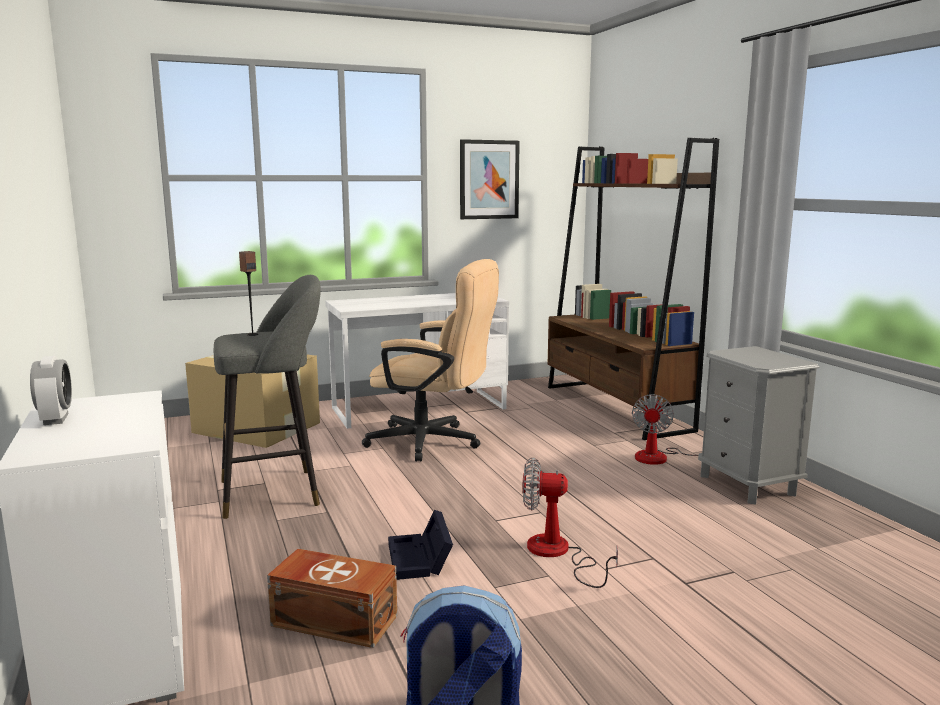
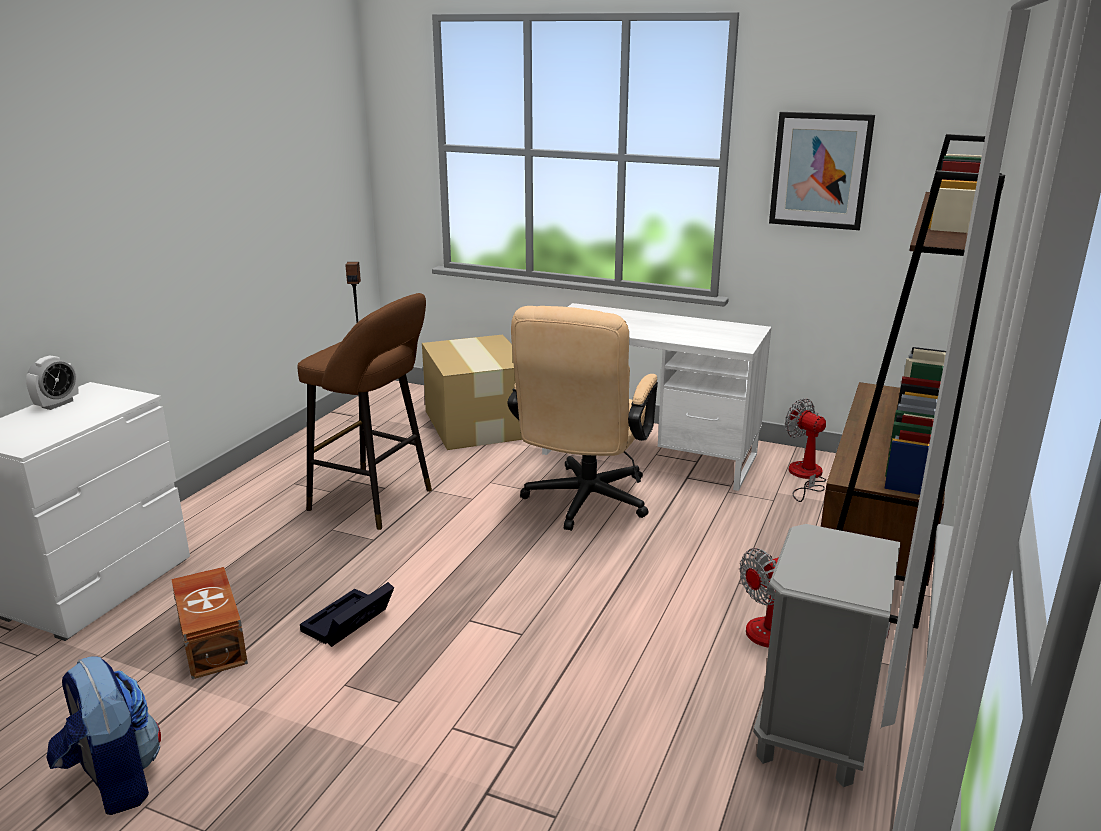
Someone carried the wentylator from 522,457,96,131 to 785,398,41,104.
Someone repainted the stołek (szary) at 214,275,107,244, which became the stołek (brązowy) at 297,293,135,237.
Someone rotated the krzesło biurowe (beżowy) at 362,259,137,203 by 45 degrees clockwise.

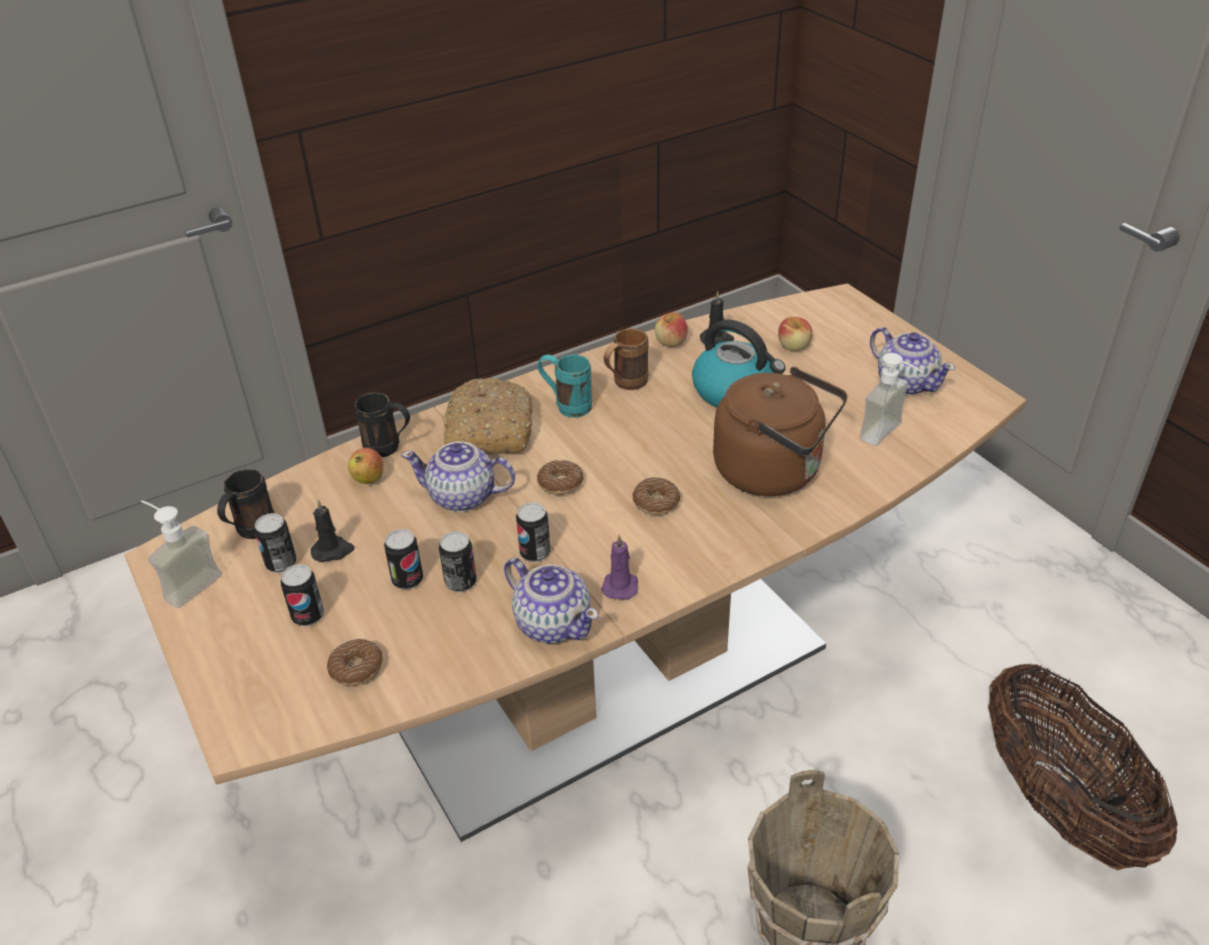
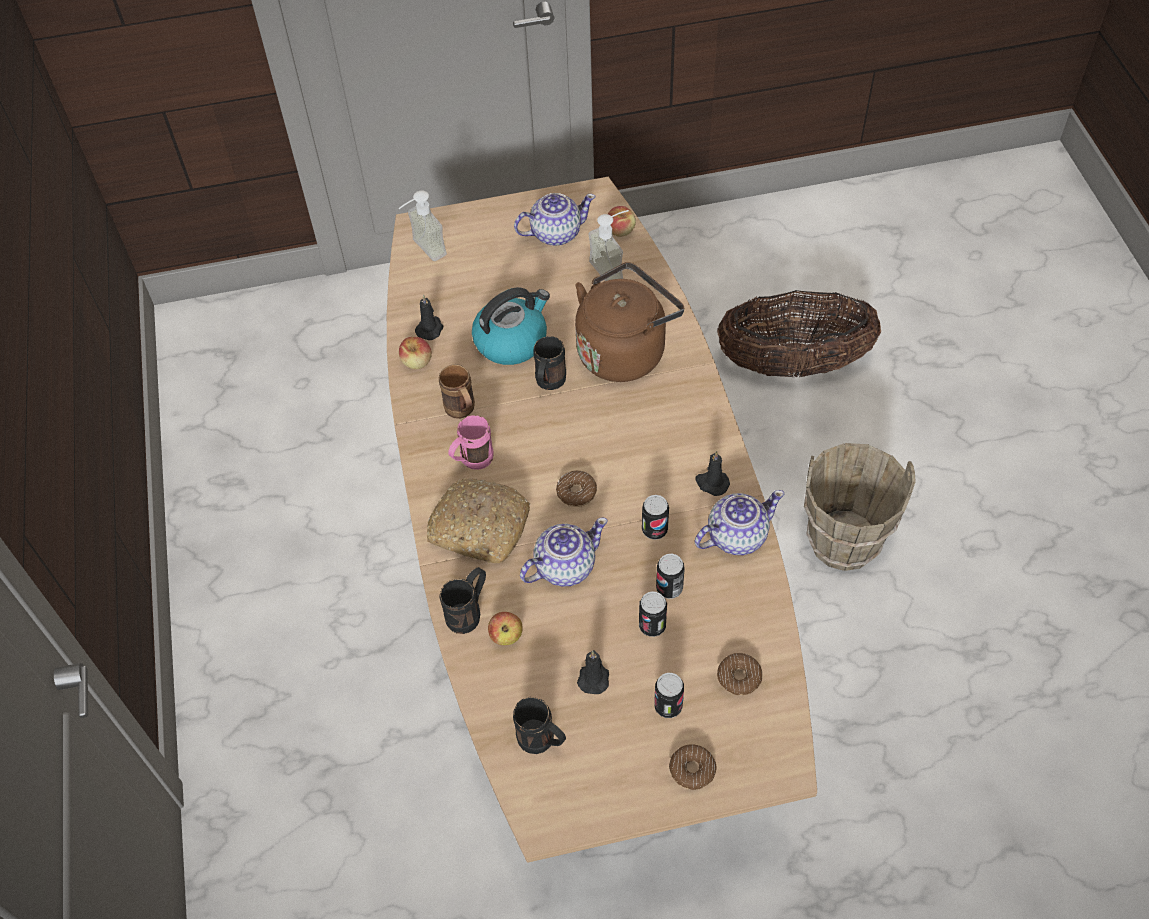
Someone took away the puszka at 254,513,42,60.
Someone put down the kubek (czarny) at 533,336,33,54.
Someone carried the dozownik mydła from 141,500,81,108 to 399,191,48,70.
Someone carried the donut from 633,477,47,38 to 669,745,48,45.
Someone carried the jabłko from 778,317,35,34 to 608,206,28,31.
Someone repainted the kubek (turkusowy) at 537,354,55,64, which became the kubek (różowy) at 448,415,46,55.
Someone repainted the świeca (fioletowy) at 601,534,37,66, which became the świeca (czarny) at 695,451,35,45.
Someone rotated the imbryk at 401,442,114,70 by 150 degrees counterclockwise.

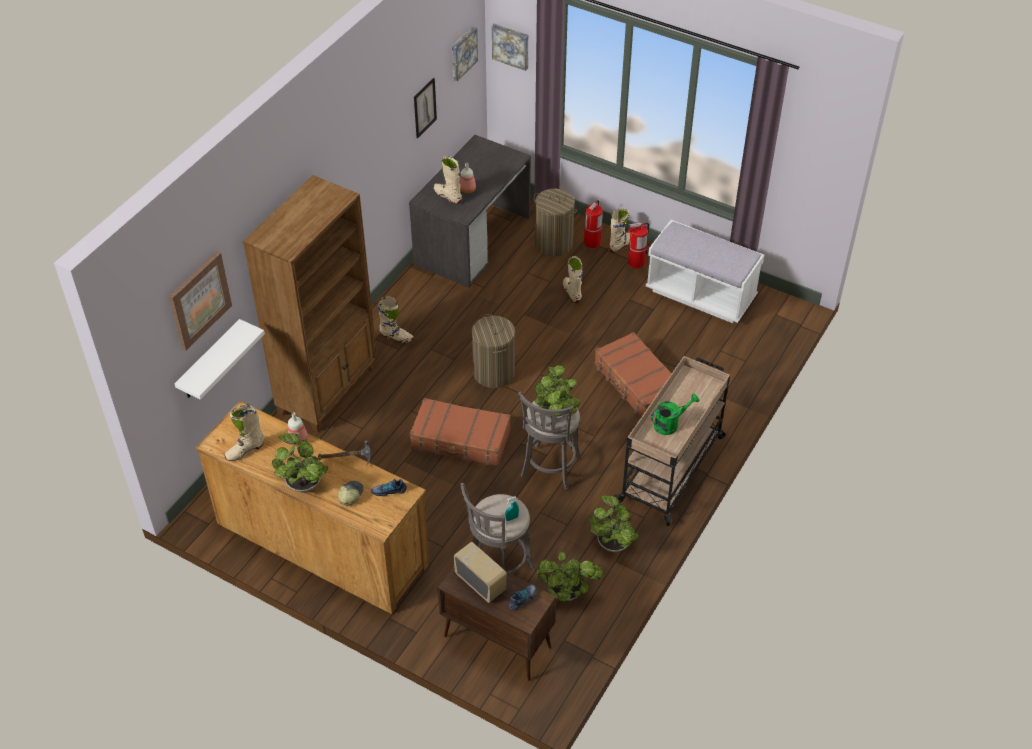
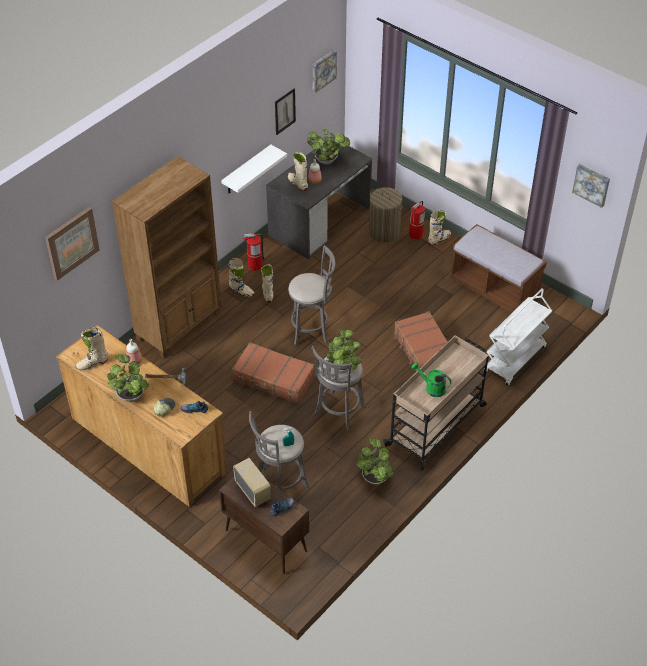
Someone put down the wózek (biały) at 484,288,68,98.
Someone carried the półka (biały) from 175,319,90,81 to 221,145,66,48.
Someone carried the obraz from 492,23,36,48 to 572,164,38,44.
Someone carried the roślina doniczkowa from 537,552,66,50 to 307,129,43,35.
Someone carried the but z cholewką (beżowy) from 563,256,20,47 to 261,264,12,39.
Someone carried the gaśnica from 627,223,22,46 to 243,234,22,37.
Someone swapped the kosz na pranie at 472,314,43,74 for the stołek (szary) at 288,245,47,100.
Someone repainted the ławka (biały) at 645,220,119,103, which became the ławka (brązowy) at 450,224,97,89.
Someone rotated the konewka (zielony) at 651,393,48,42 by 135 degrees counterclockwise.

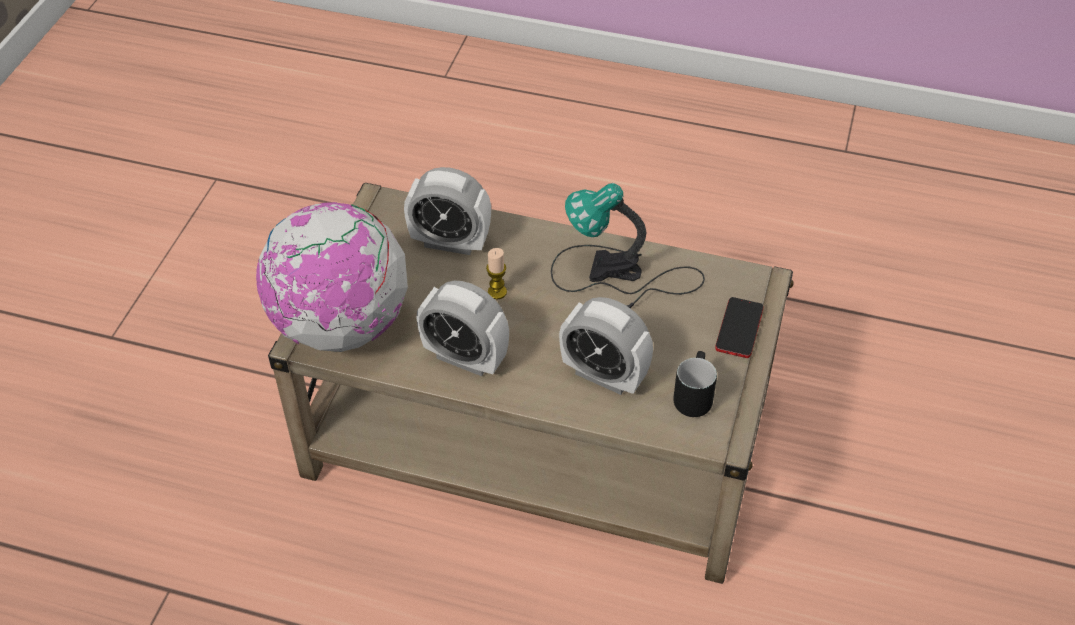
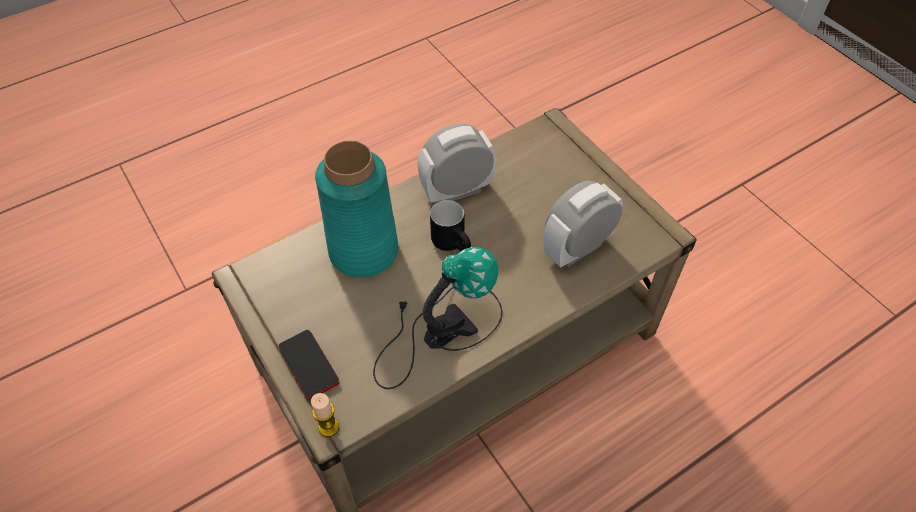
Someone took away the globus at 256,202,152,150.
Someone carried the świeca from 486,248,21,51 to 311,393,28,44.
Someone carried the kubek (czarny) from 673,351,44,66 to 430,200,41,51.
Someone swapped the budzik at 559,297,94,98 for the wazon (turkusowy) at 315,141,83,137.

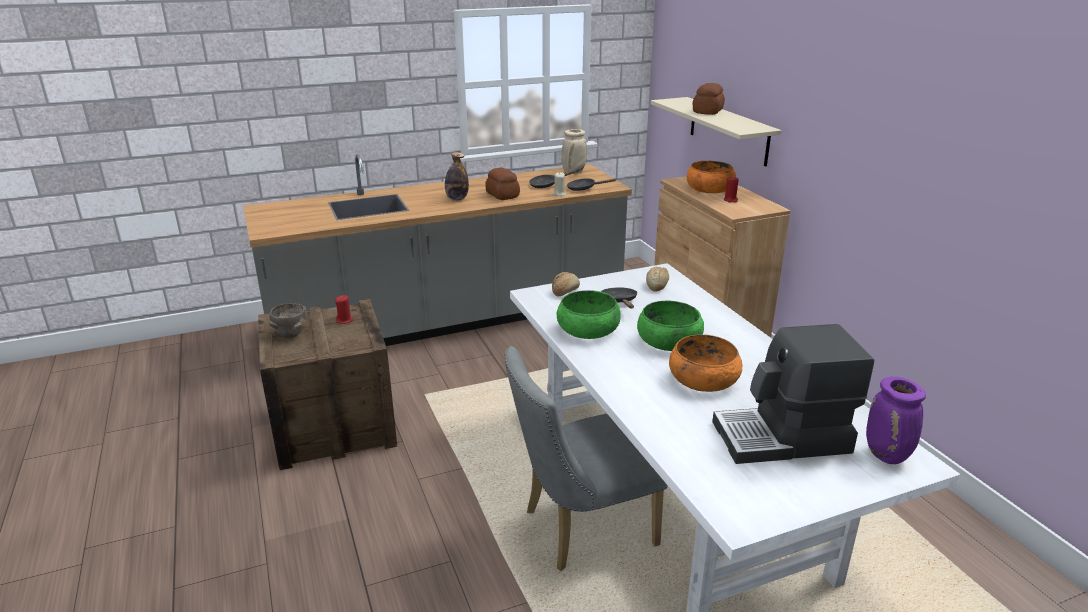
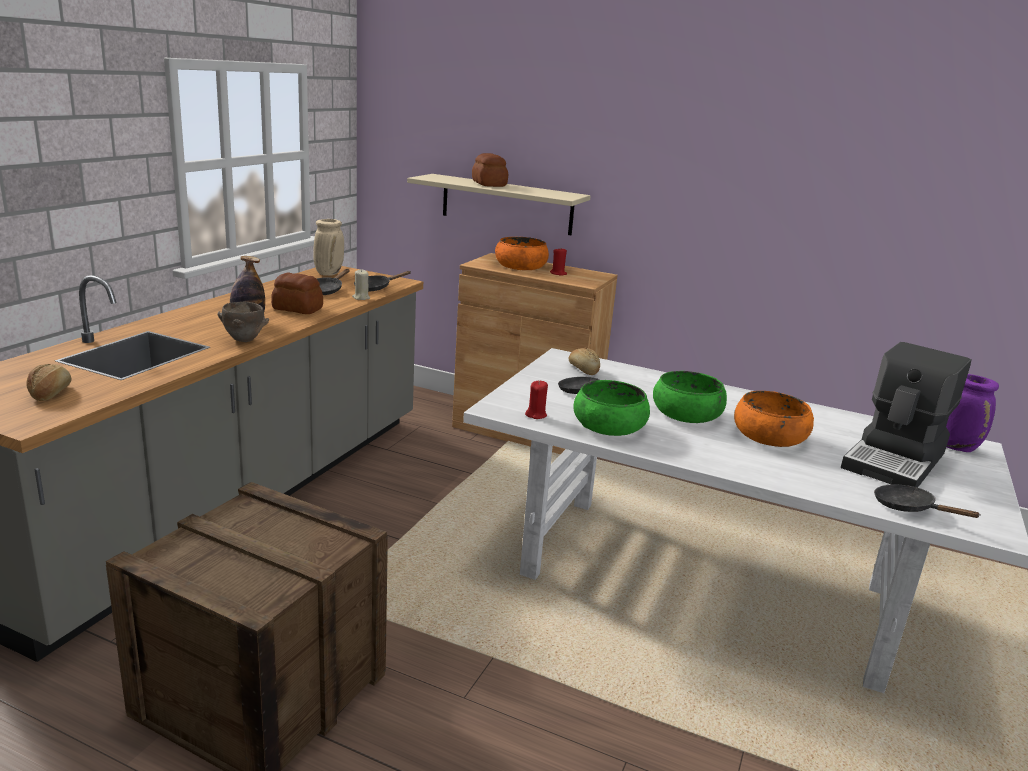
Someone took away the krzesło (szary) at 505,346,163,225.
Someone put down the patelnia (czarny) at 874,484,107,34.
Someone carried the miska (brązowy) from 269,303,37,35 to 218,301,51,41.
Someone carried the świeca (czerwony) from 335,295,18,29 to 525,380,23,39.
Someone carried the chleb from 552,272,28,24 to 27,364,44,37.

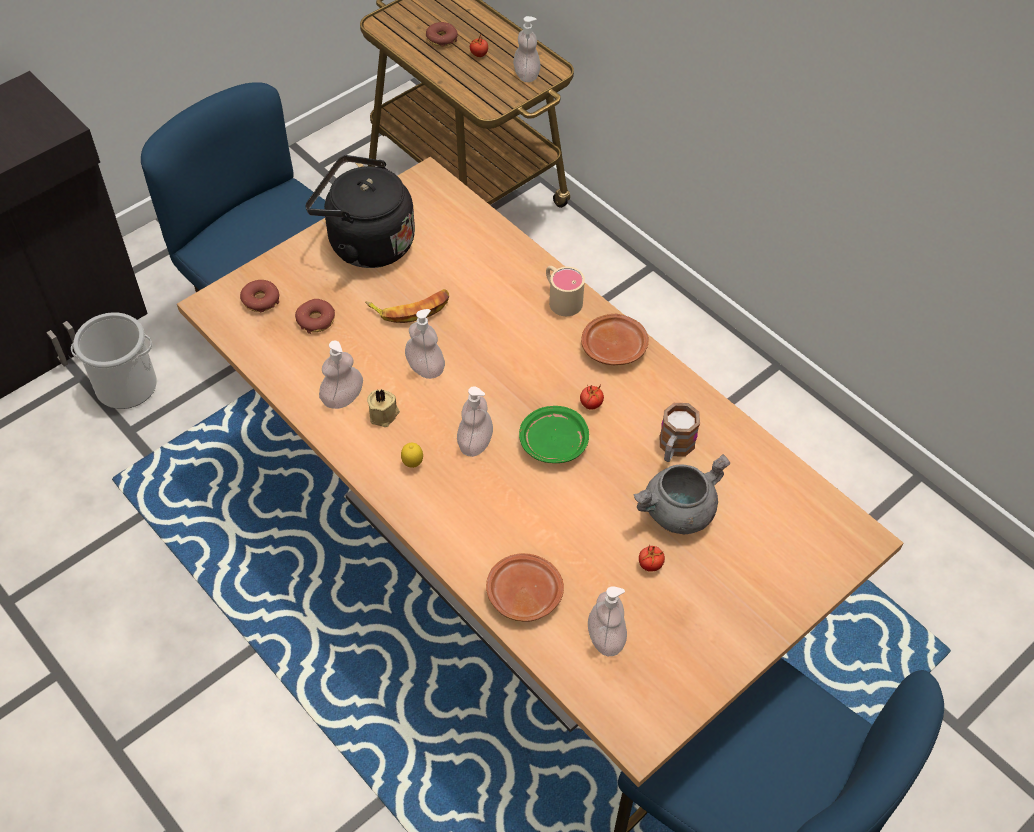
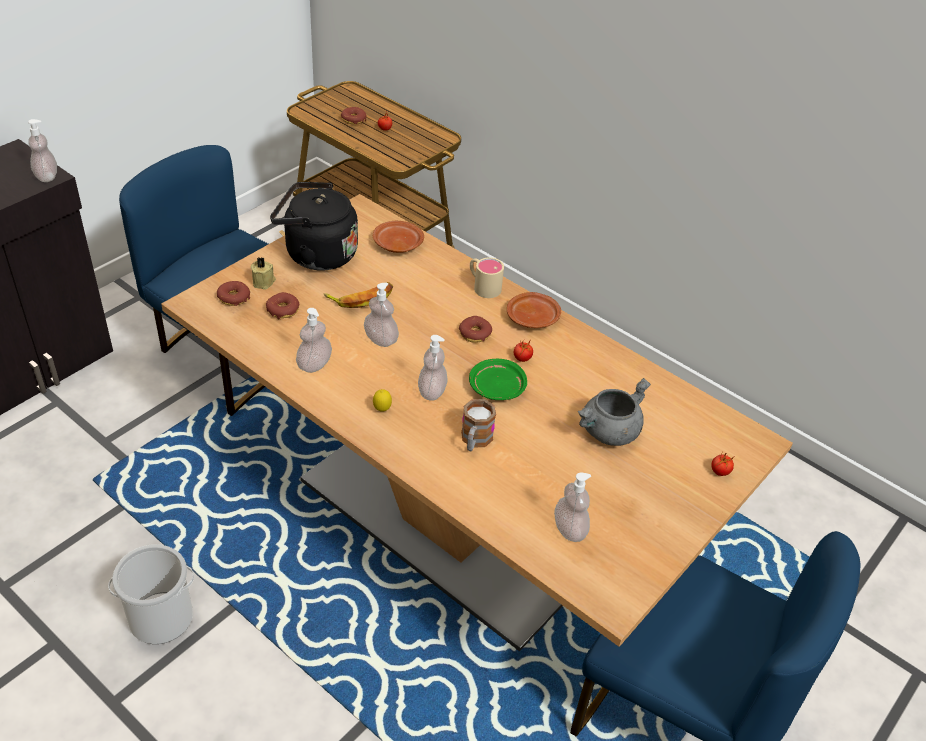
Someone put down the donut at 459,316,33,27.
Someone carried the wiadro from 71,312,86,97 to 108,544,86,100.
Someone carried the świeca (beżowy) from 367,389,33,38 to 251,257,25,32.
Someone carried the talerz (brązowy) from 486,553,78,69 to 373,221,51,32.
Someone carried the dozownik mydła from 513,16,28,66 to 28,119,29,63.
Someone carried the pomidor from 639,545,26,27 to 711,451,23,25.
Someone carried the kubek from 659,403,41,59 to 461,399,35,52.

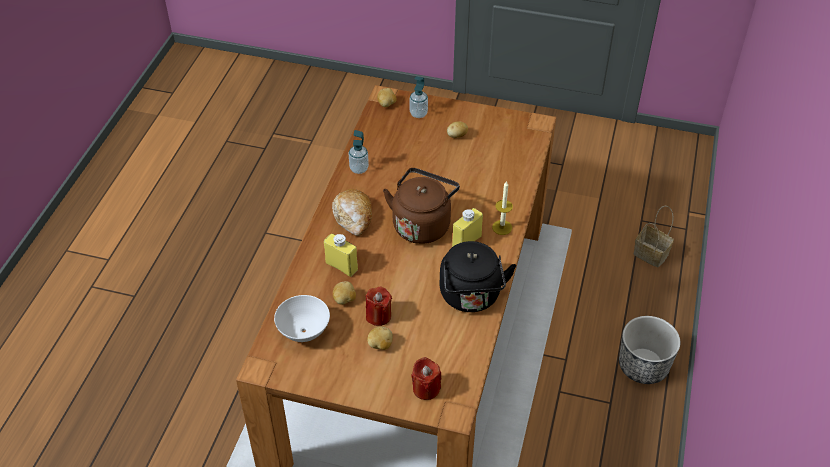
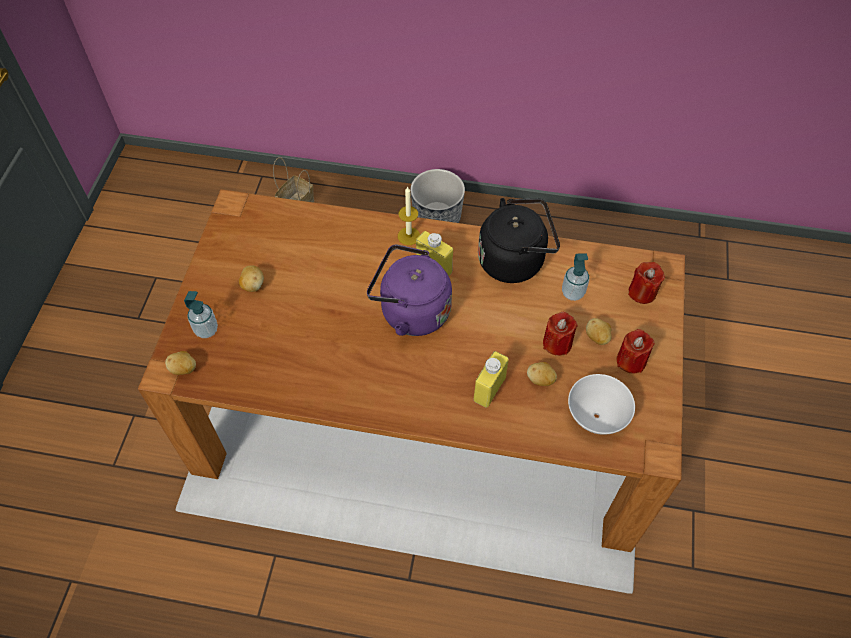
Someone took away the chleb at 332,189,40,47.
Someone put down the świeca (czerwony) at 617,329,38,45.
Someone carried the dozownik mydła from 349,130,20,44 to 562,253,27,48.
Someone repainted the czajnik (brązowy) at 383,168,77,76, which became the czajnik (fioletowy) at 367,244,85,92.

